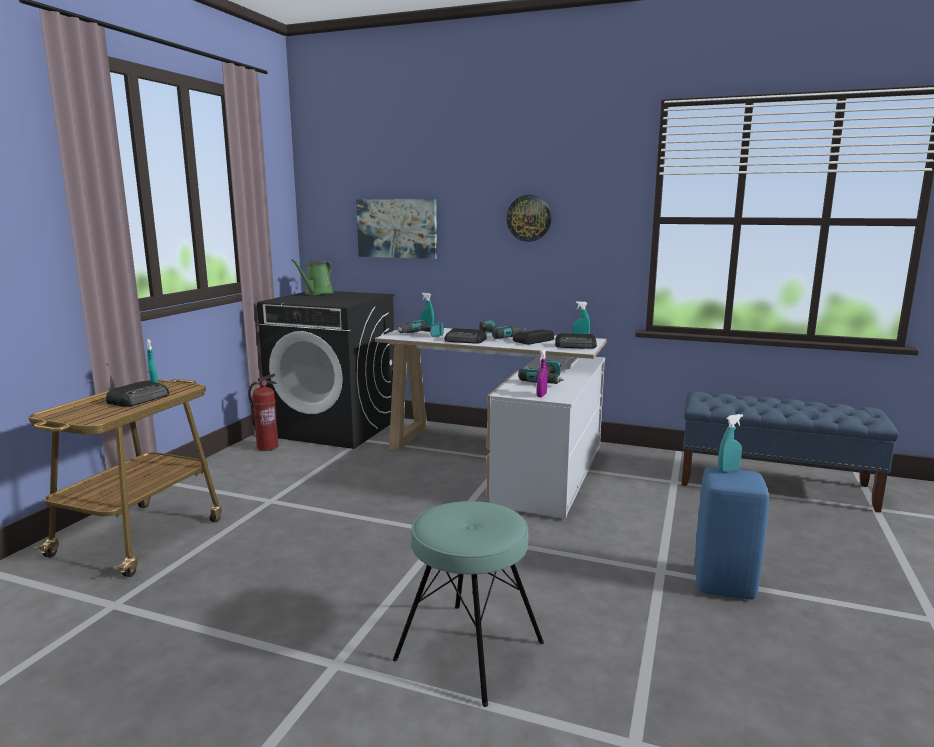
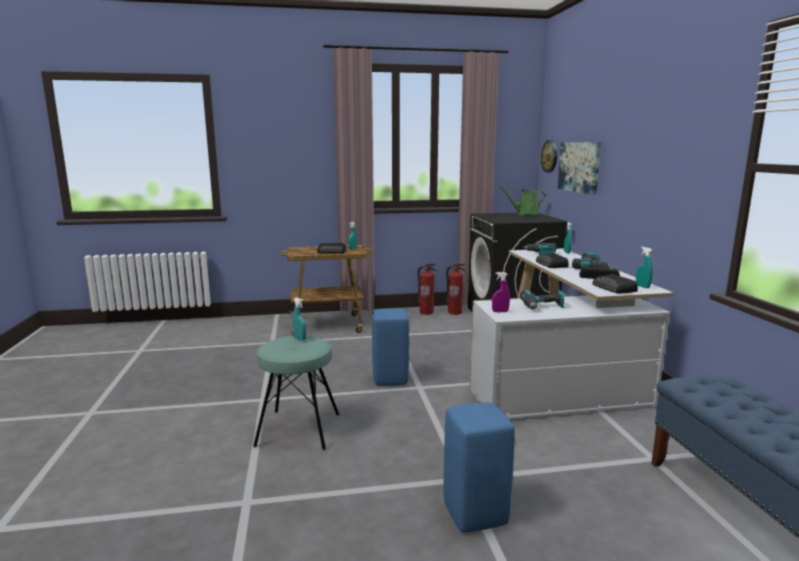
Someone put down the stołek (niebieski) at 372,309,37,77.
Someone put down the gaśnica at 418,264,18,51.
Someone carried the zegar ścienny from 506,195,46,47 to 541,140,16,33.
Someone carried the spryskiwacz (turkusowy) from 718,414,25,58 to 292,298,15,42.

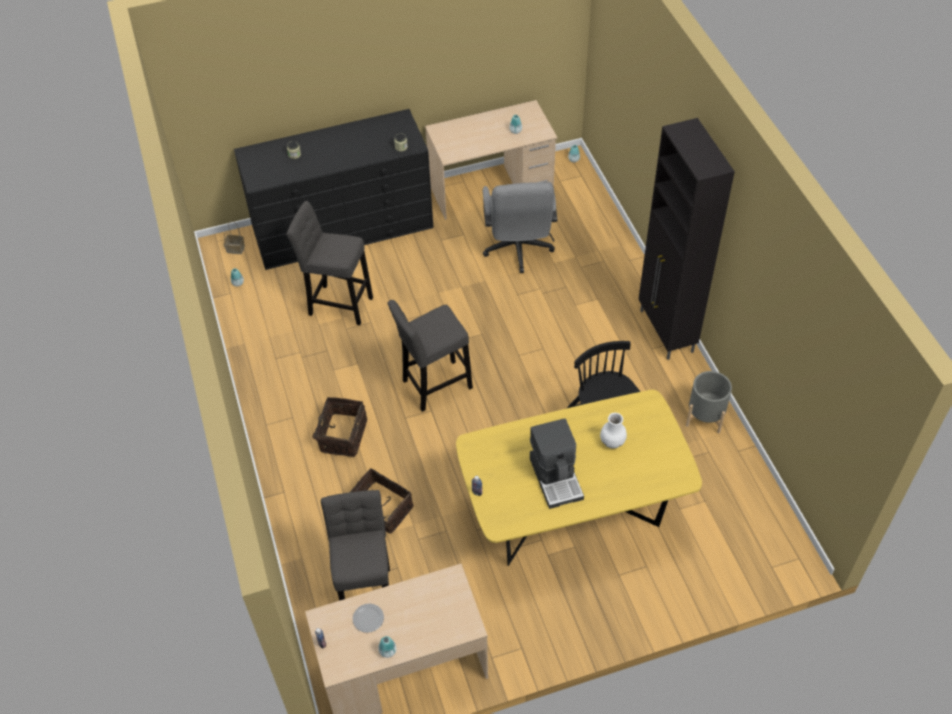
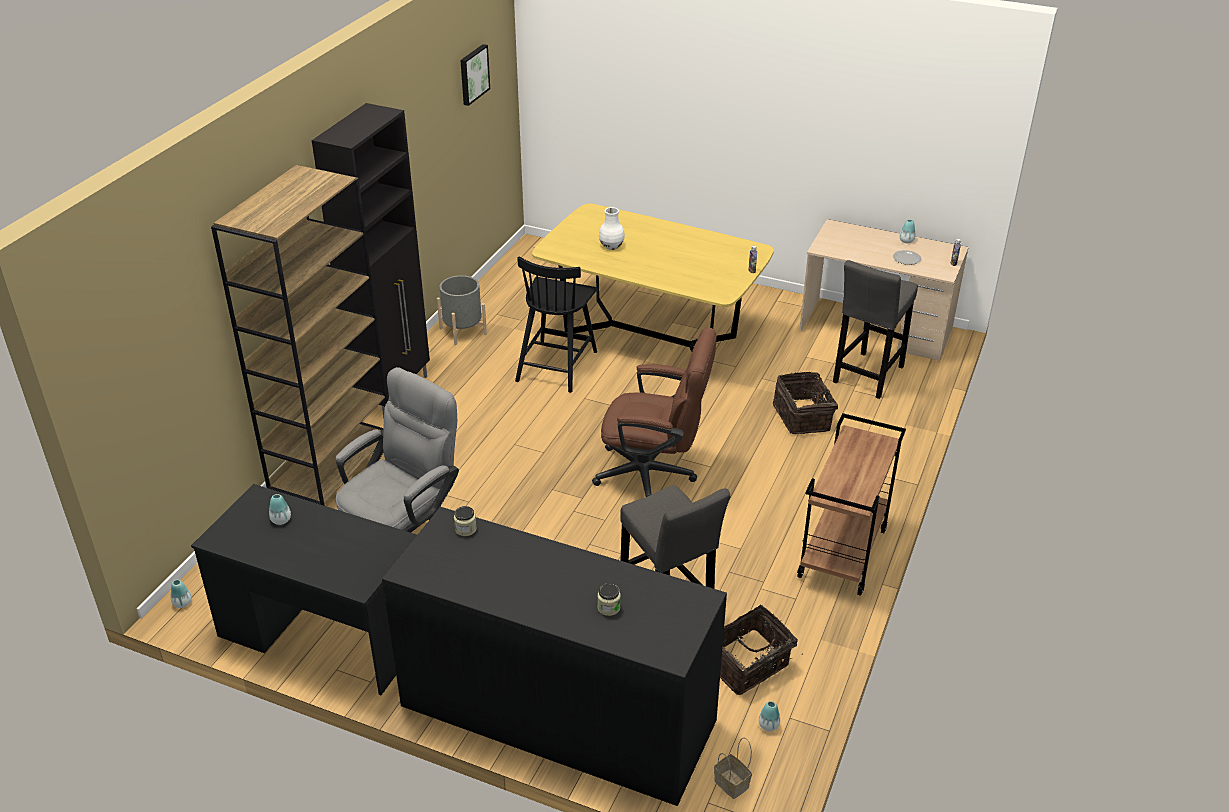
Someone took away the ekspres do kawy at 530,418,54,91.
Someone put down the regał (brązowy) at 211,165,176,341.
Someone put up the obraz at 460,44,30,62.
Someone put down the wózek (brązowy) at 797,413,109,183.
Someone carried the koszyk from 304,397,63,60 to 720,605,83,90.
Someone swapped the stołek (szary) at 387,300,86,112 for the krzesło biurowe (brązowy) at 592,327,125,170.
Someone repainted the biurko (beżowy) at 425,100,132,120, which became the biurko (czarny) at 191,484,226,211.

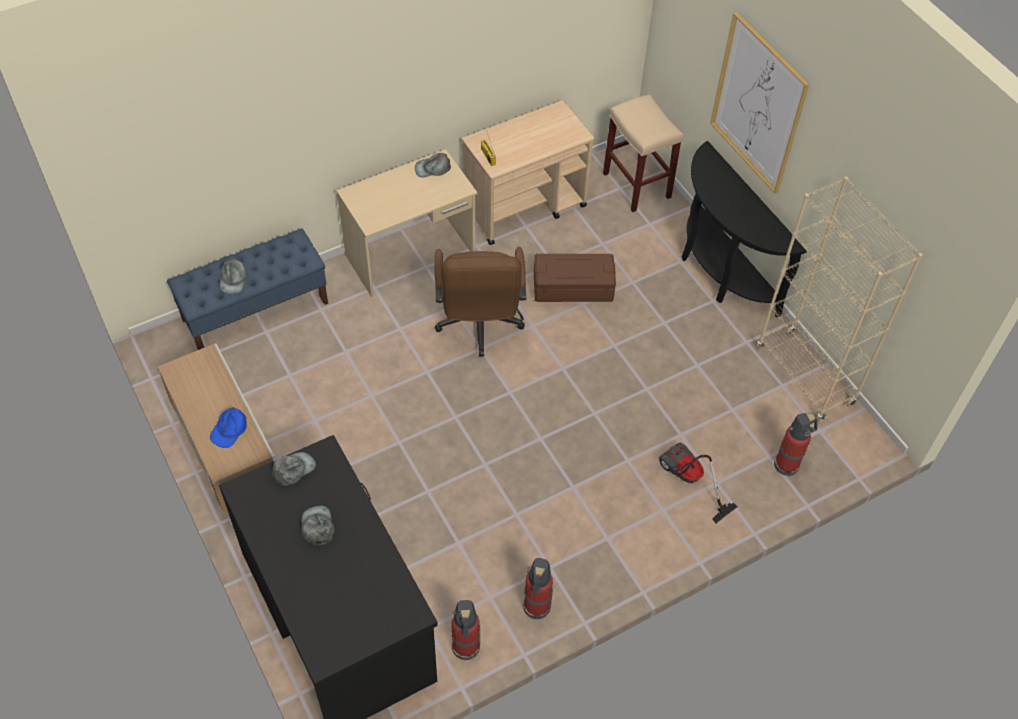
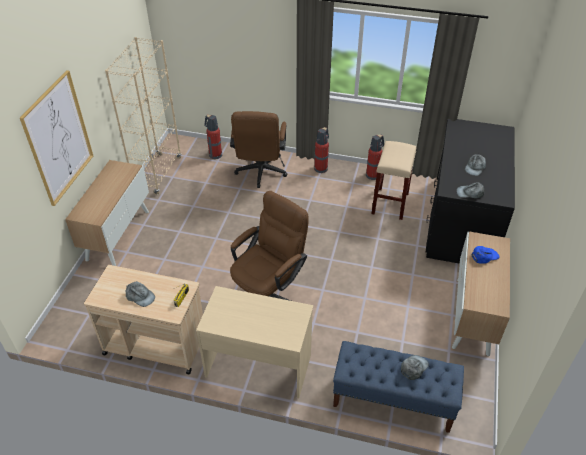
Someone took away the pojemnik do przechowywania (brązowy) at 534,254,82,48.
Someone carried the czapka z daszkiem (szary) from 415,153,36,24 to 126,281,29,26.
Someone carried the gaśnica from 451,600,29,60 to 314,127,15,46.
Someone carried the stołek (beżowy) from 603,94,80,118 to 371,141,45,79.
Someone swapped the odkurzacz at 659,443,79,80 for the krzesło biurowe (brązowy) at 230,111,57,77.
Someone swapped the stolik konsolowy (czarny) at 682,141,125,176 for the szafka at 65,160,84,106.

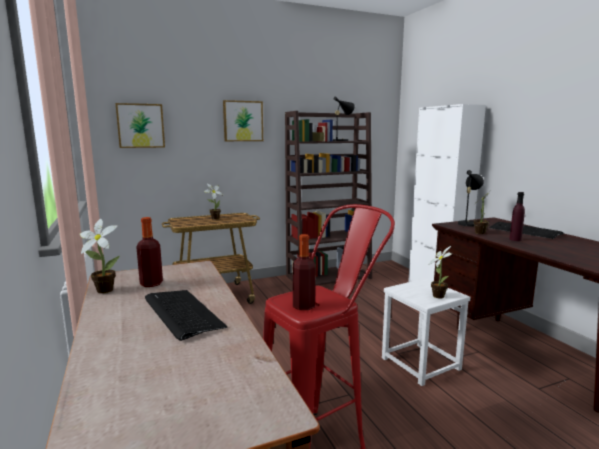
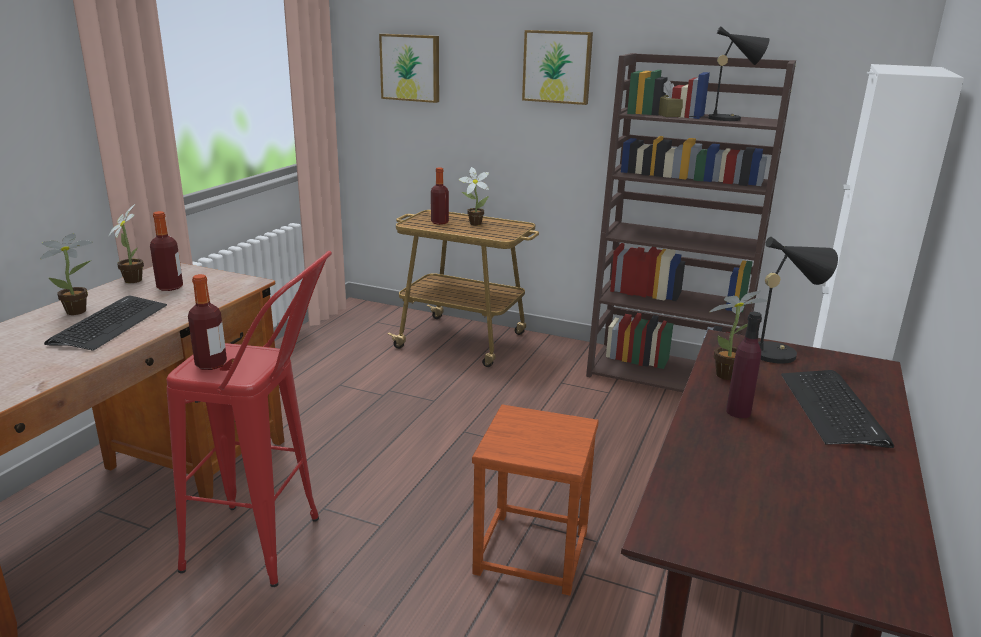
Someone put down the butelka at 431,167,18,58.
Someone carried the roślina doniczkowa from 429,246,23,53 to 40,233,53,82.
Someone repainted the stołek (biały) at 382,278,88,108, which became the stołek (brązowy) at 472,405,127,191.

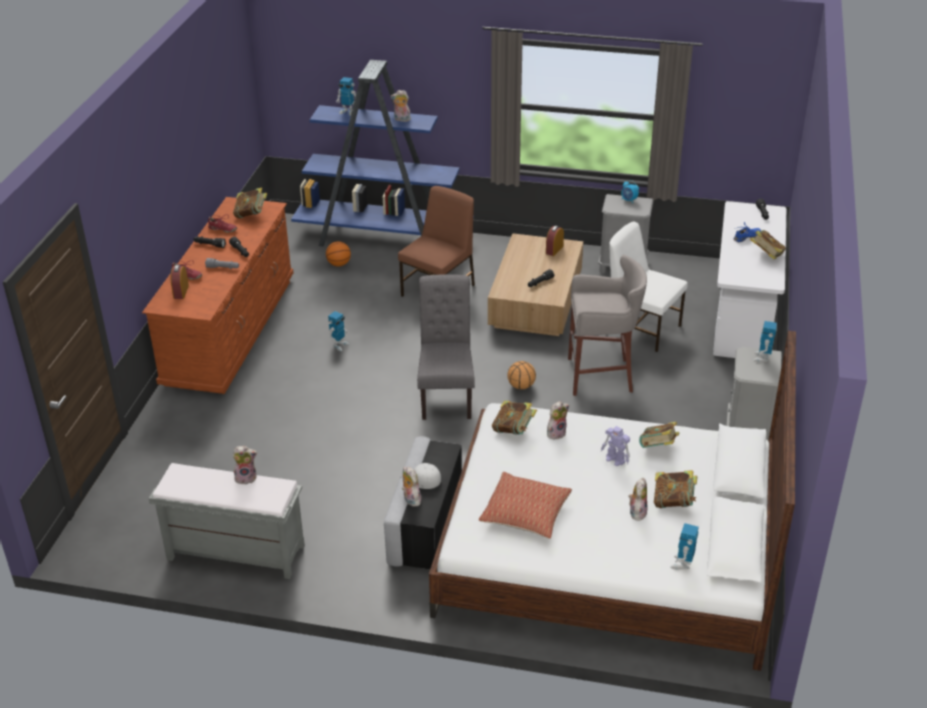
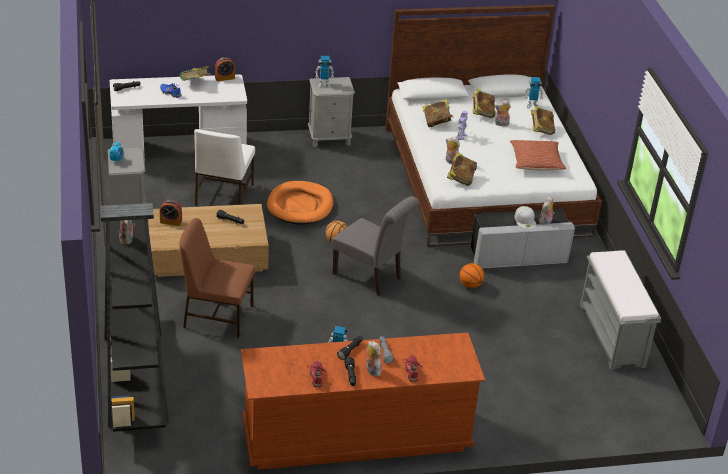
Someone took away the robot zabawkowy at 336,77,20,39.
Someone carried the budzik from 171,265,18,34 to 215,57,20,24.
Someone carried the pluszak from 232,446,25,39 to 366,341,16,36.
Someone carried the książka from 233,188,34,30 to 531,106,25,29.
Someone carried the piłka do koszykówki from 326,241,25,26 to 459,263,25,25.
Someone swapped the stołek (szary) at 568,255,79,141 for the legowisko (pomarańczowy) at 267,181,66,44.
Someone repainted the regał (niebieski) at 291,60,183,186, which became the regał (czarny) at 100,203,69,229.
Someone rotated the krzesło (szary) at 417,274,58,146 by 120 degrees counterclockwise.

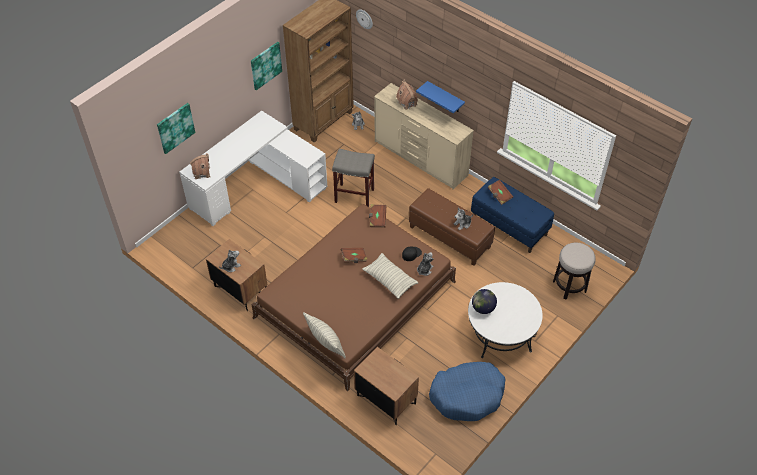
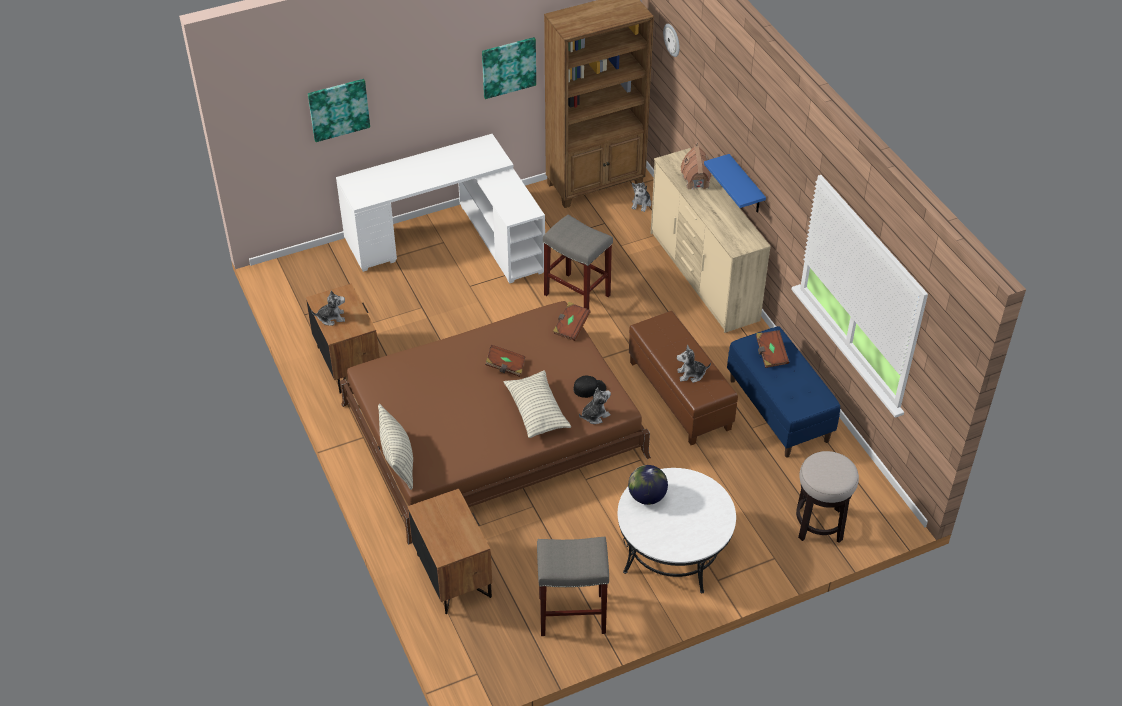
Someone took away the domek at 190,153,20,26.
Someone swapped the legowisko (niebieski) at 429,362,76,59 for the stołek (szary) at 537,537,72,99.

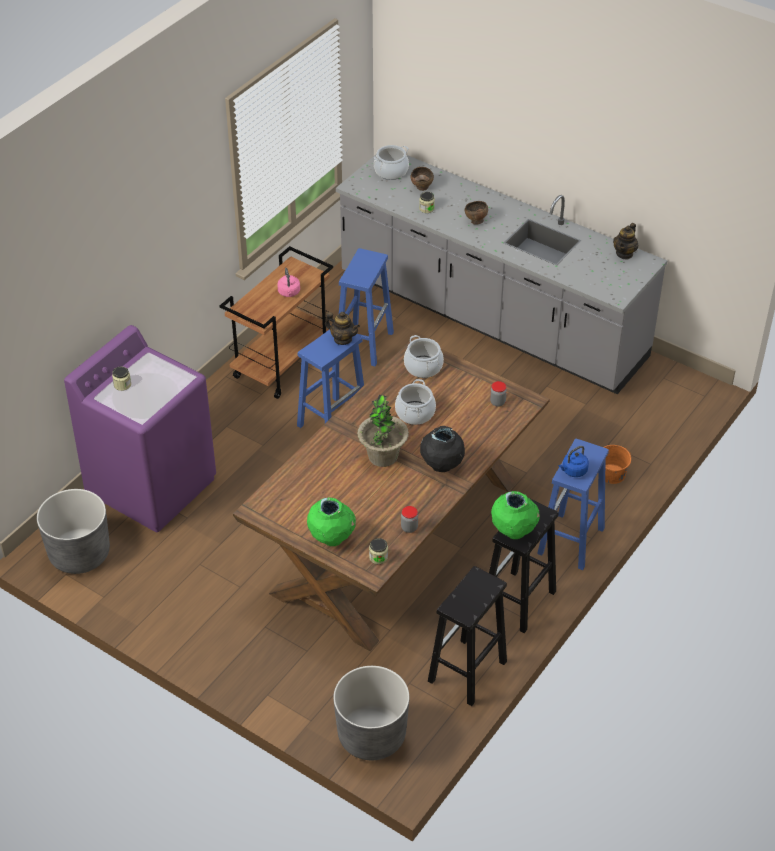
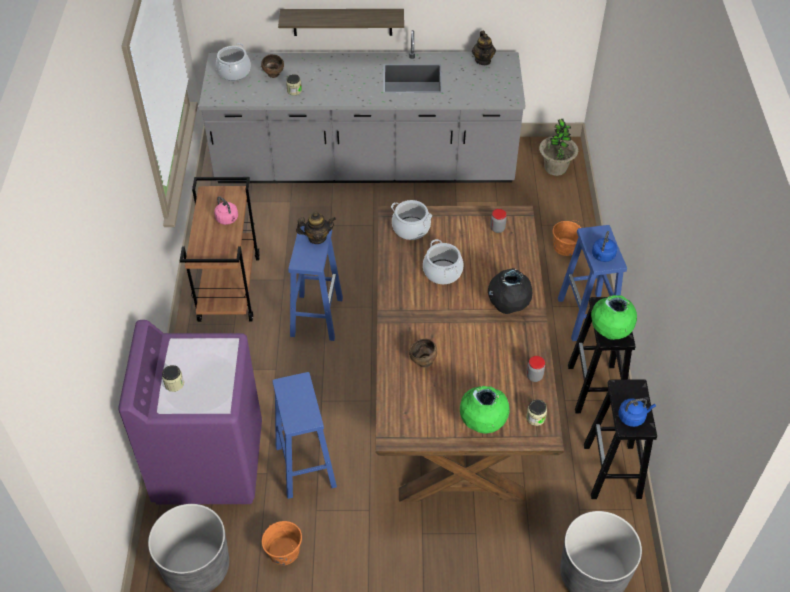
Someone put down the wiadro (pomarańczowy) at 262,521,40,44.
Someone put up the półka at 278,9,126,27.
Someone put down the czajnik (niebieski) at 618,398,38,29.
Someone carried the stołek (niebieski) from 339,248,55,119 to 272,372,65,127.
Someone carried the roślina doniczkowa from 357,395,52,72 to 539,119,39,57.
Someone carried the miska (brązowy) from 465,201,23,24 to 409,338,28,30.

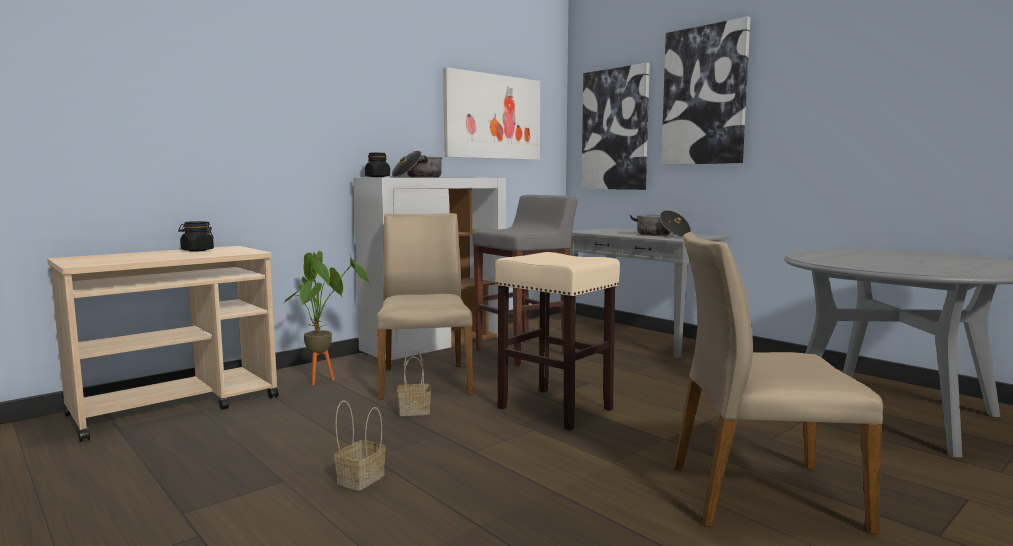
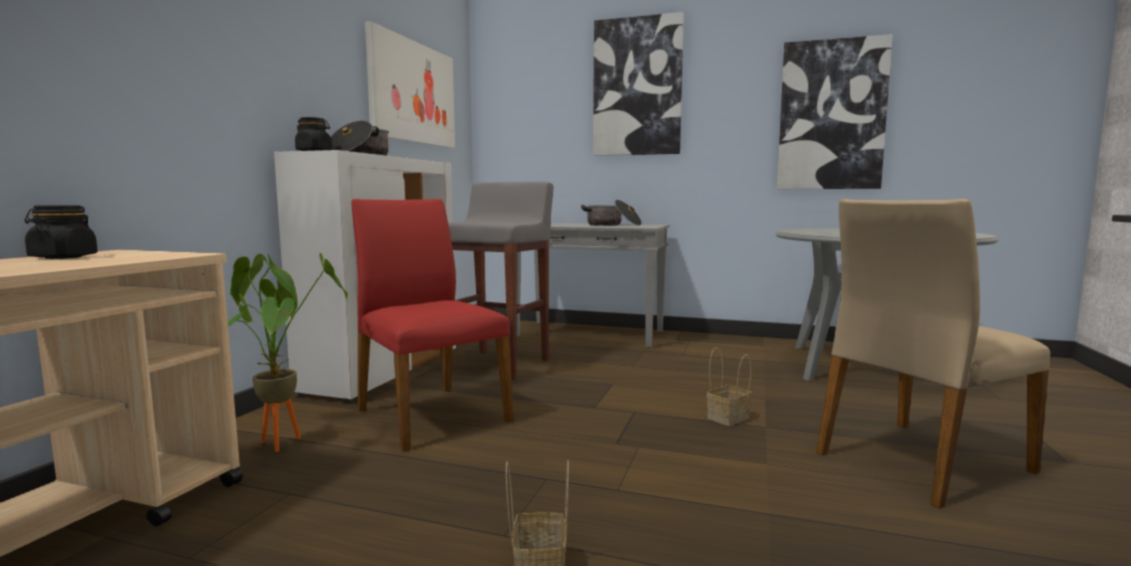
Someone took away the stołek (beżowy) at 495,252,125,179.
Someone carried the koszyk from 397,348,34,68 to 707,347,45,79.
Someone carried the obraz from 581,63,69,127 to 777,34,116,155.
Someone repainted the krzesło (beżowy) at 377,213,96,187, which became the krzesło (czerwony) at 351,199,163,253.

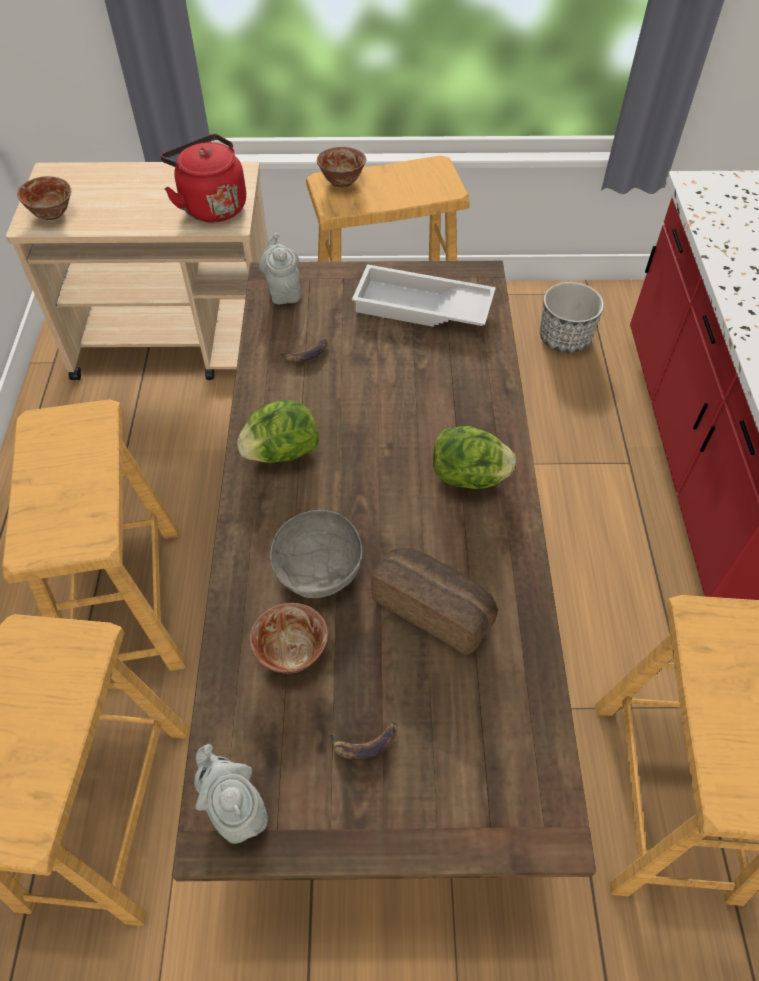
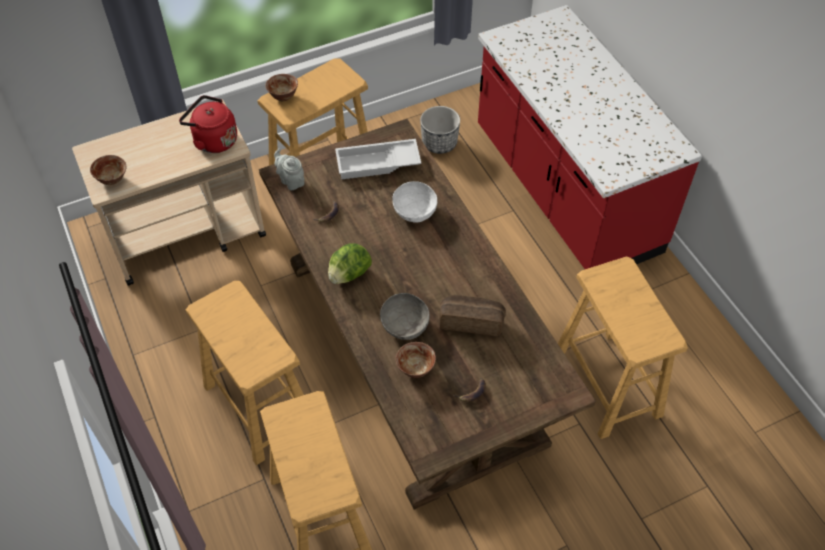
Someone took away the imbryk (szary) at 194,744,74,100.
Someone took away the sałata at 433,426,83,63.
Someone put down the miska (biały) at 392,181,45,42.

